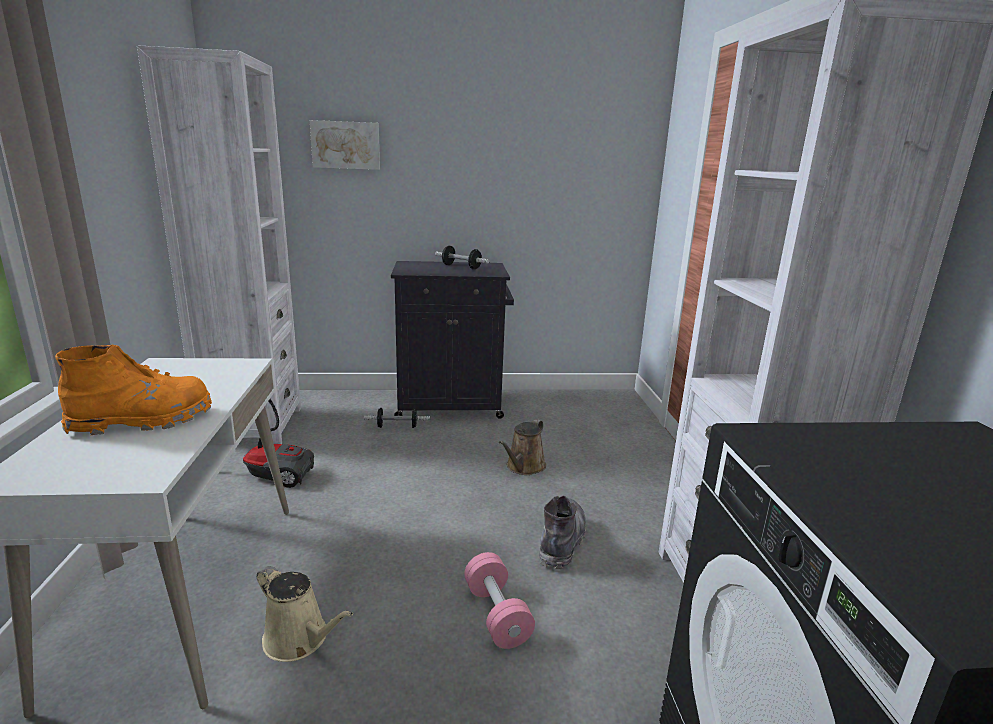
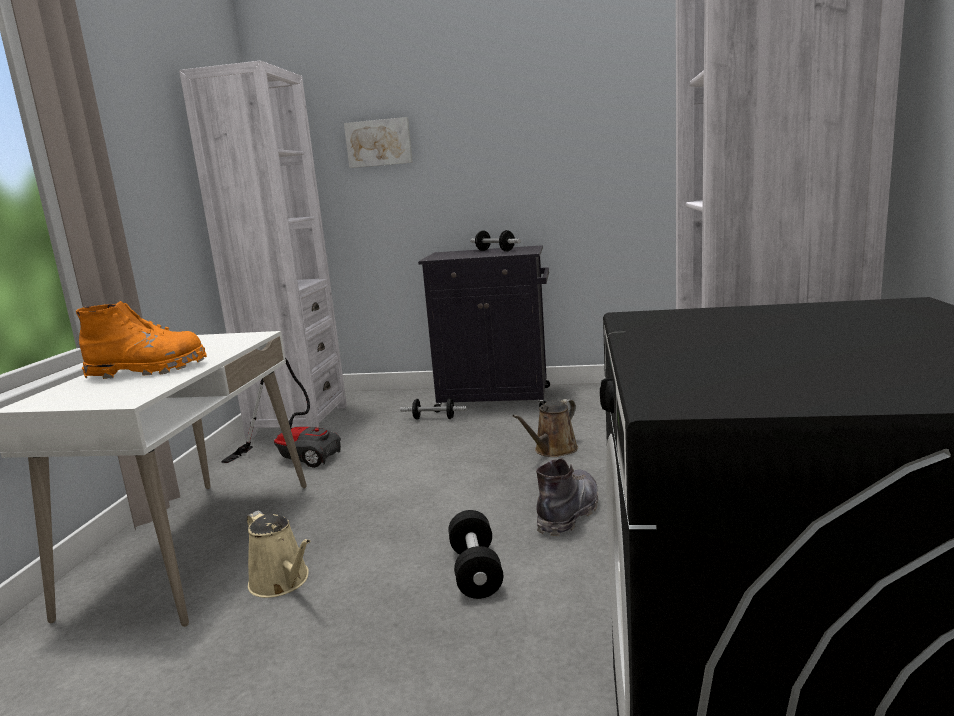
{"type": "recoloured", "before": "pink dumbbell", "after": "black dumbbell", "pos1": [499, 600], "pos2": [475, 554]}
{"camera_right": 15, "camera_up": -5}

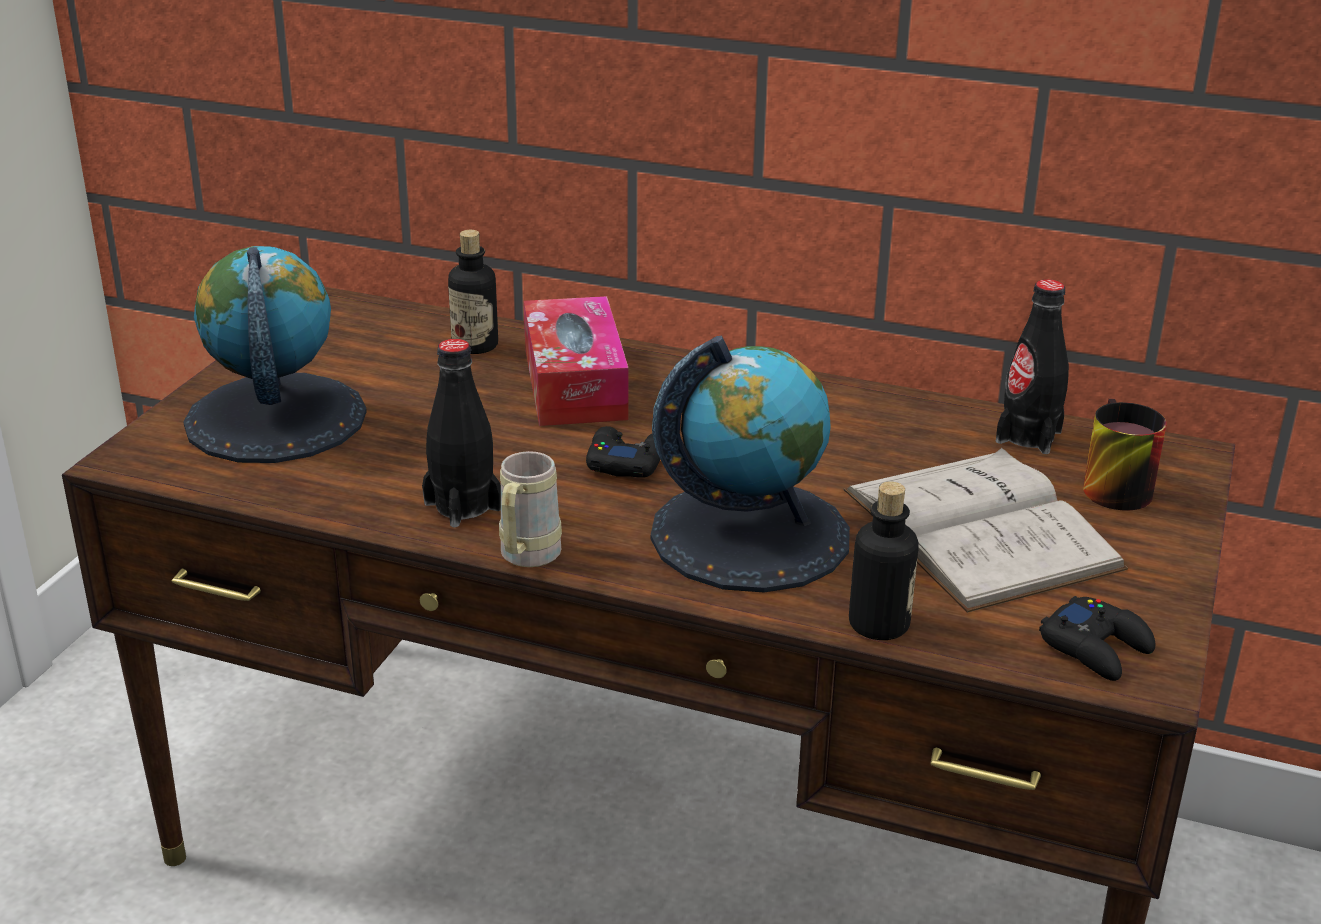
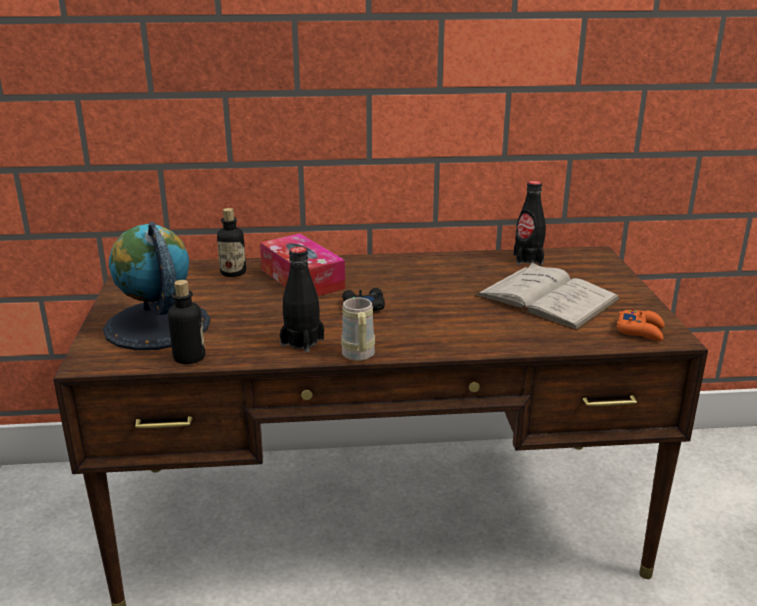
{"type": "removed", "before": "globe", "pos1": [750, 464]}
{"type": "moved", "before": "bottle", "pos1": [884, 561], "pos2": [186, 322]}
{"type": "recoloured", "before": "black game controller", "after": "orange game controller", "pos1": [1097, 638], "pos2": [641, 325]}
{"type": "removed", "before": "mug", "pos1": [1125, 455]}
{"camera_right": -25, "camera_up": -5}

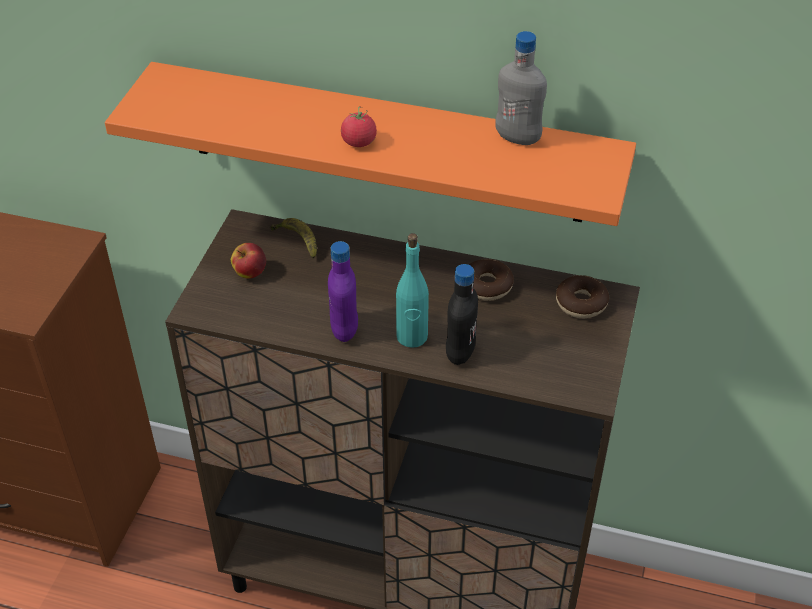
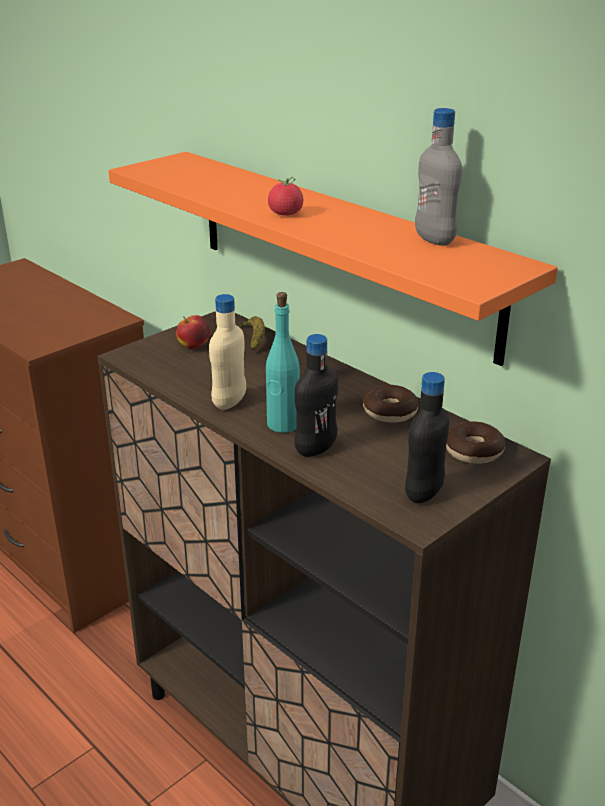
{"type": "recoloured", "before": "purple bottle", "after": "beige bottle", "pos1": [343, 291], "pos2": [227, 352]}
{"type": "added", "after": "black bottle", "pos2": [427, 437]}
{"camera_right": 30, "camera_up": -15}

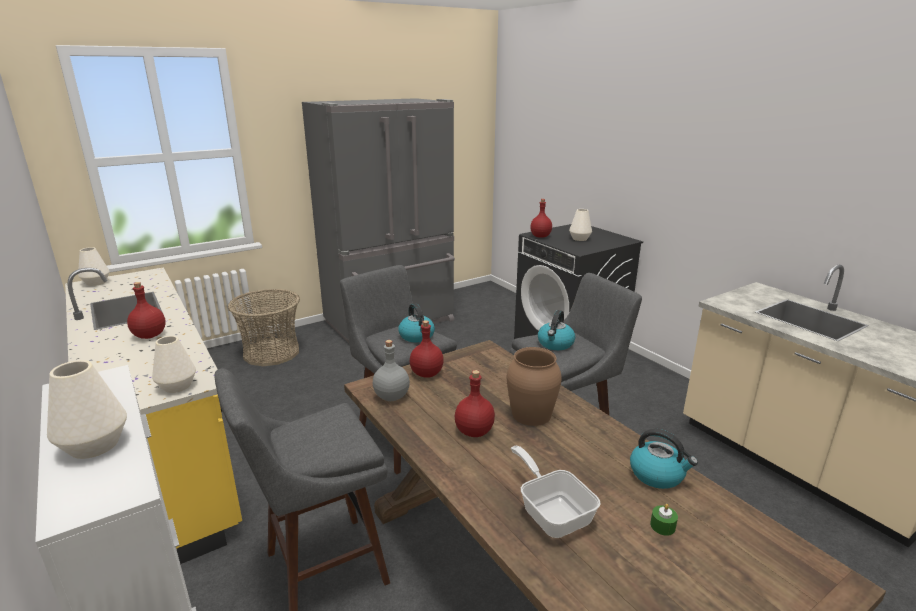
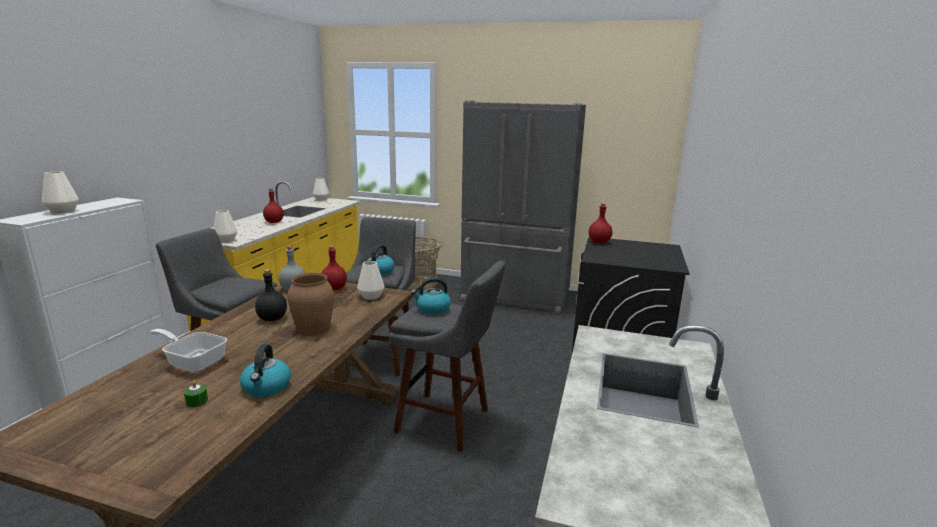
{"type": "recoloured", "before": "red bottle", "after": "black bottle", "pos1": [475, 403], "pos2": [271, 295]}
{"type": "turned", "before": "frying pan", "pos1": [556, 492], "pos2": [188, 350], "turn": -90}
{"type": "moved", "before": "white vase", "pos1": [580, 225], "pos2": [371, 280]}
{"camera_right": 50, "camera_up": -5}

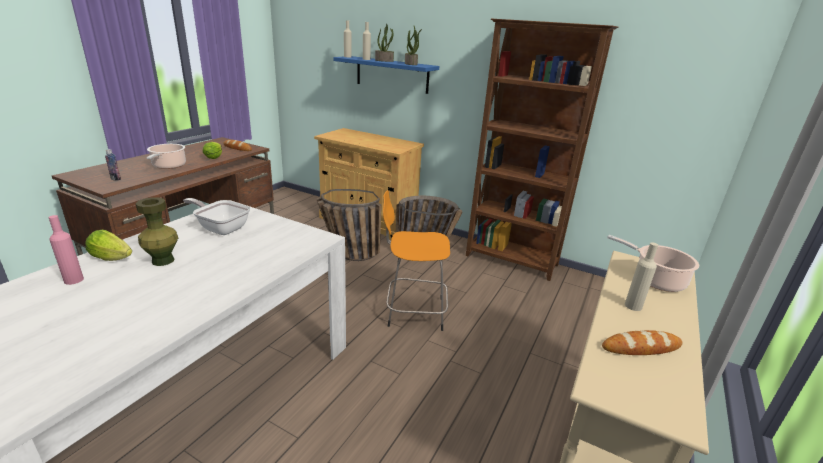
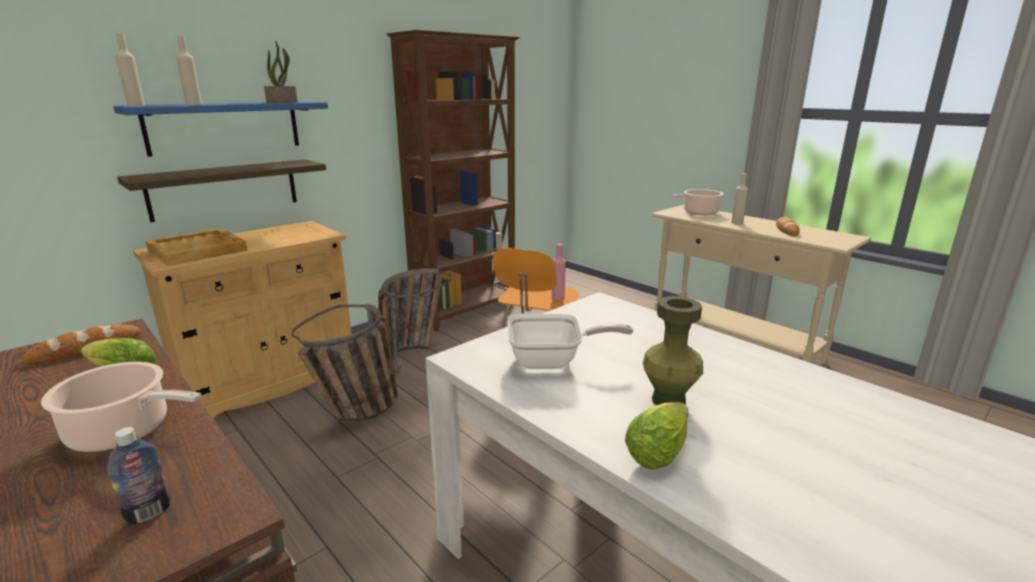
{"type": "moved", "before": "pink bottle", "pos1": [66, 250], "pos2": [559, 272]}
{"type": "turned", "before": "frying pan", "pos1": [216, 216], "pos2": [570, 341], "turn": -135}
{"type": "removed", "before": "potted plant", "pos1": [384, 42]}
{"type": "added", "after": "shelf", "pos2": [221, 190]}
{"type": "added", "after": "beige tray", "pos2": [197, 247]}
{"camera_right": -70, "camera_up": -5}

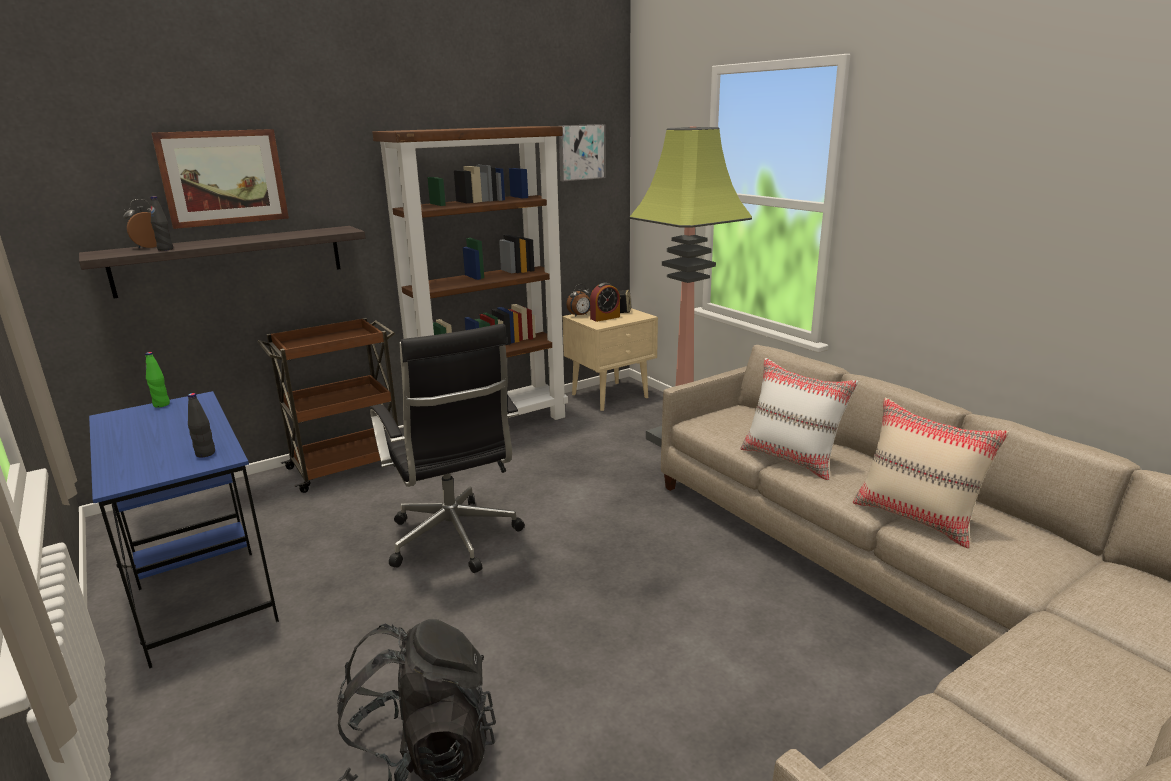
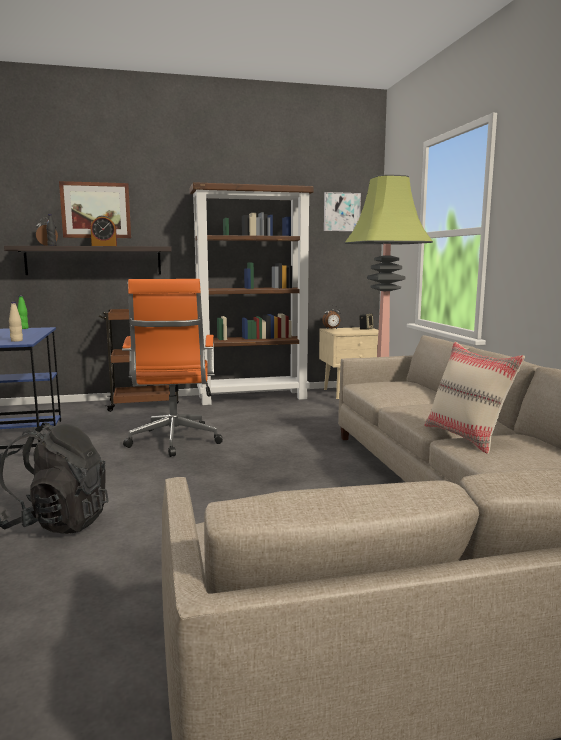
{"type": "recoloured", "before": "black bottle", "after": "beige bottle", "pos1": [201, 425], "pos2": [16, 322]}
{"type": "recoloured", "before": "black office chair", "after": "orange office chair", "pos1": [447, 448], "pos2": [172, 368]}
{"type": "moved", "before": "alarm clock", "pos1": [605, 302], "pos2": [104, 230]}
{"type": "removed", "before": "white pillow", "pos1": [799, 419]}
{"camera_right": 20, "camera_up": -10}

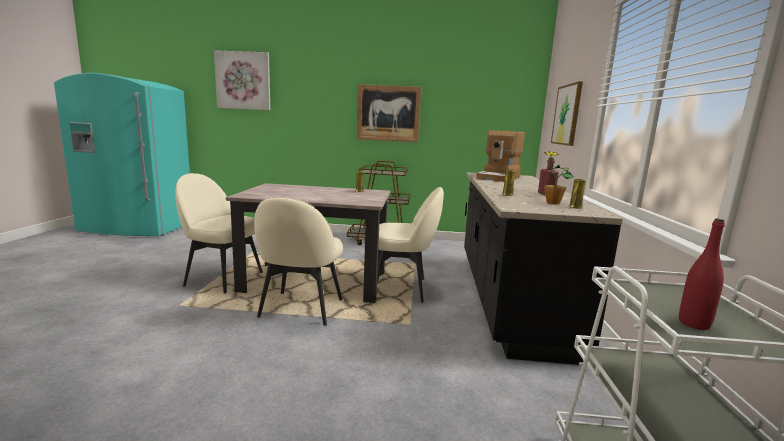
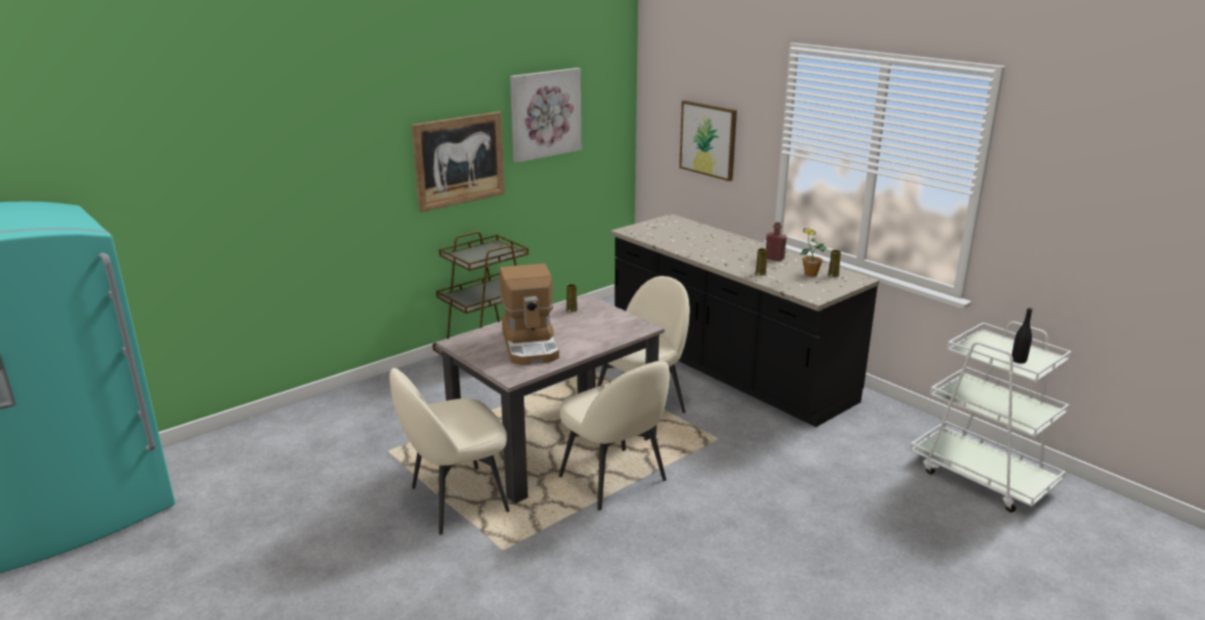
{"type": "moved", "before": "picture", "pos1": [242, 80], "pos2": [545, 115]}
{"type": "moved", "before": "coffee machine", "pos1": [500, 156], "pos2": [529, 314]}
{"type": "recoloured", "before": "red bottle", "after": "black bottle", "pos1": [702, 274], "pos2": [1022, 335]}
{"camera_right": -45, "camera_up": 10}

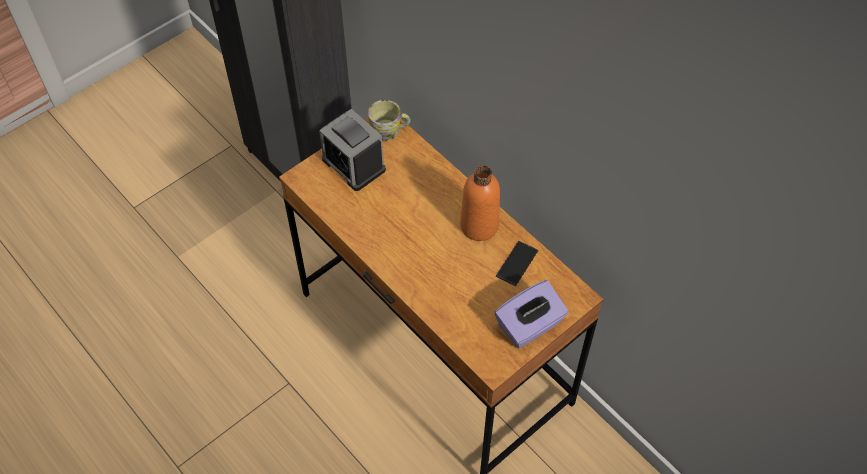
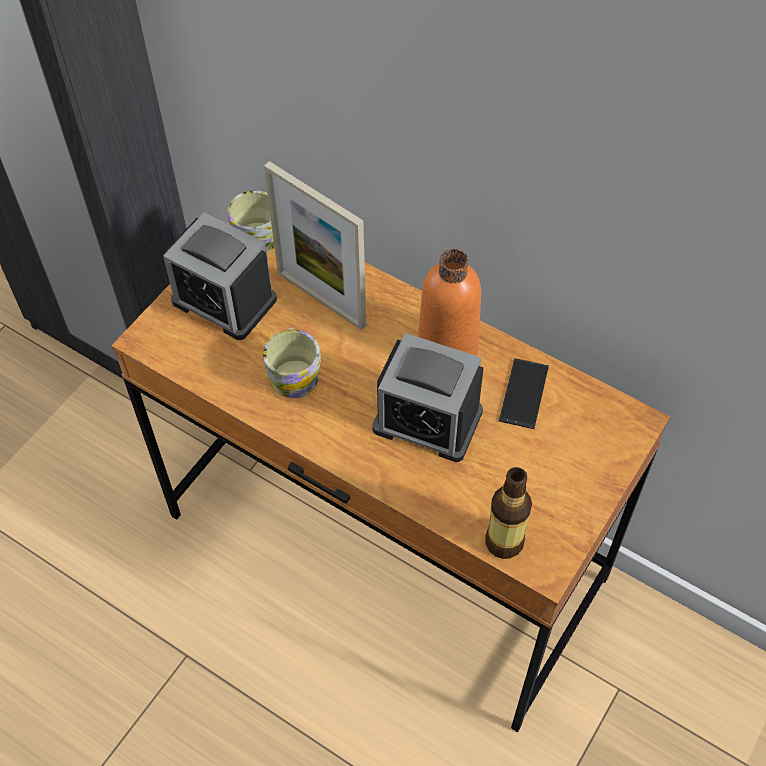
{"type": "removed", "before": "purple tissue box", "pos1": [532, 314]}
{"type": "added", "after": "mug", "pos2": [292, 362]}
{"type": "added", "after": "picture frame", "pos2": [315, 245]}
{"type": "added", "after": "alarm clock", "pos2": [428, 397]}
{"type": "added", "after": "bottle", "pos2": [508, 513]}
{"camera_right": -15, "camera_up": 0}

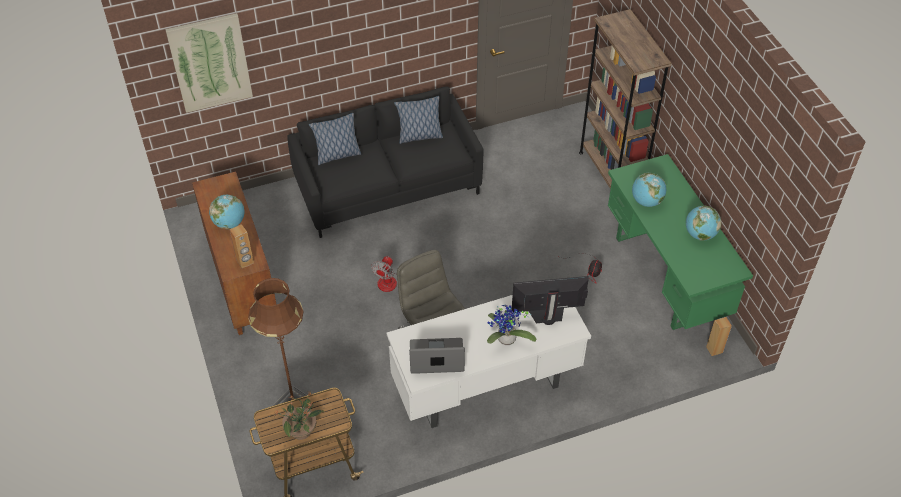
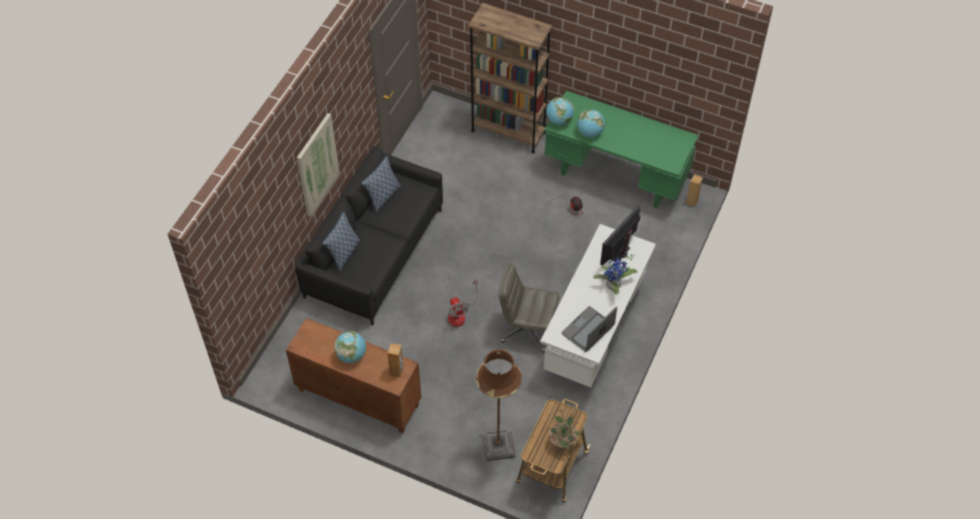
{"type": "moved", "before": "picture", "pos1": [209, 63], "pos2": [318, 165]}
{"type": "moved", "before": "globe", "pos1": [703, 223], "pos2": [560, 111]}
{"camera_right": -45, "camera_up": 5}

